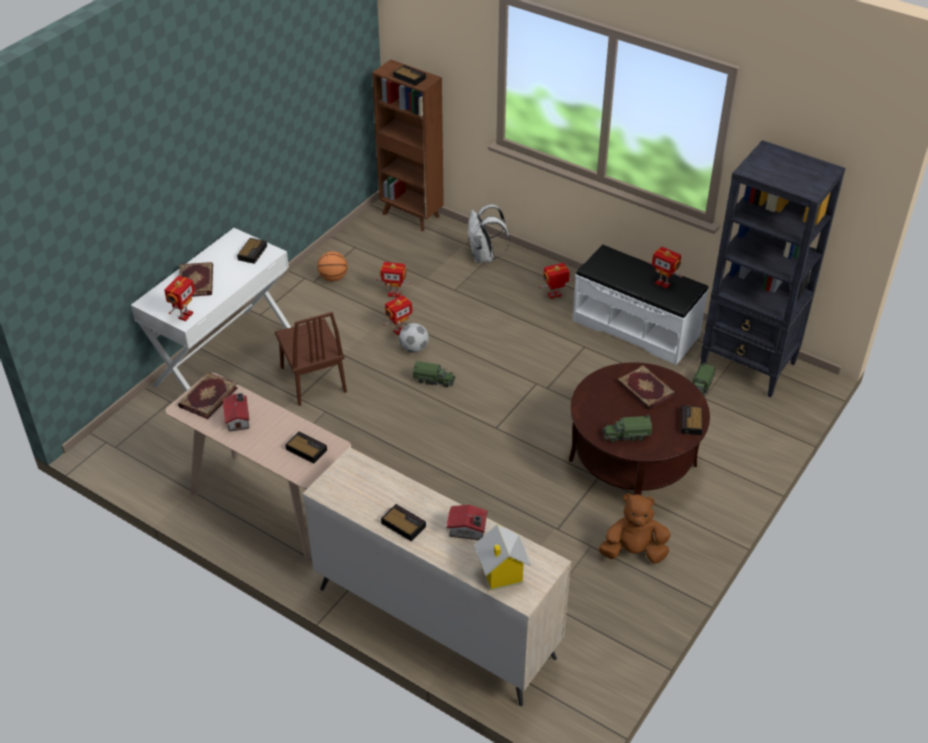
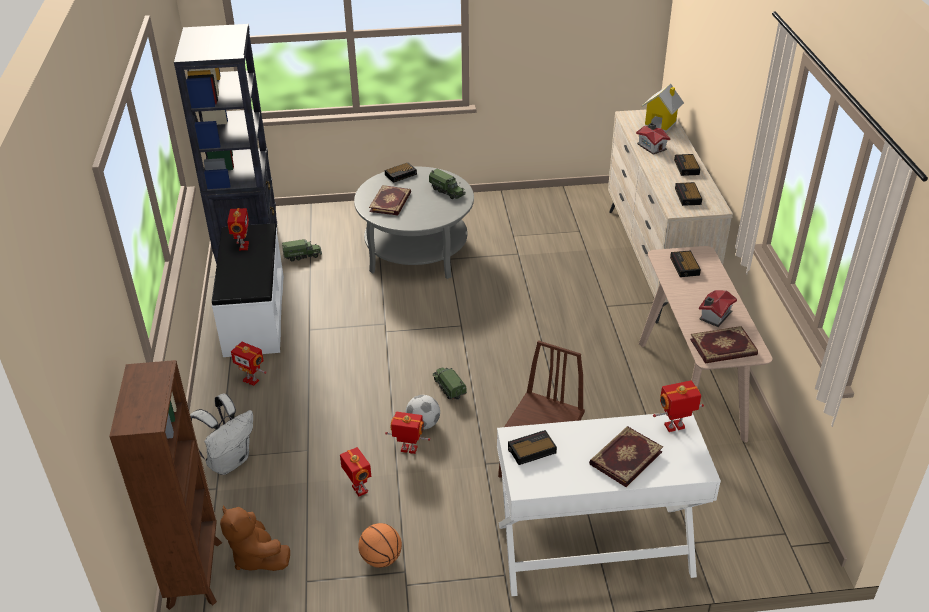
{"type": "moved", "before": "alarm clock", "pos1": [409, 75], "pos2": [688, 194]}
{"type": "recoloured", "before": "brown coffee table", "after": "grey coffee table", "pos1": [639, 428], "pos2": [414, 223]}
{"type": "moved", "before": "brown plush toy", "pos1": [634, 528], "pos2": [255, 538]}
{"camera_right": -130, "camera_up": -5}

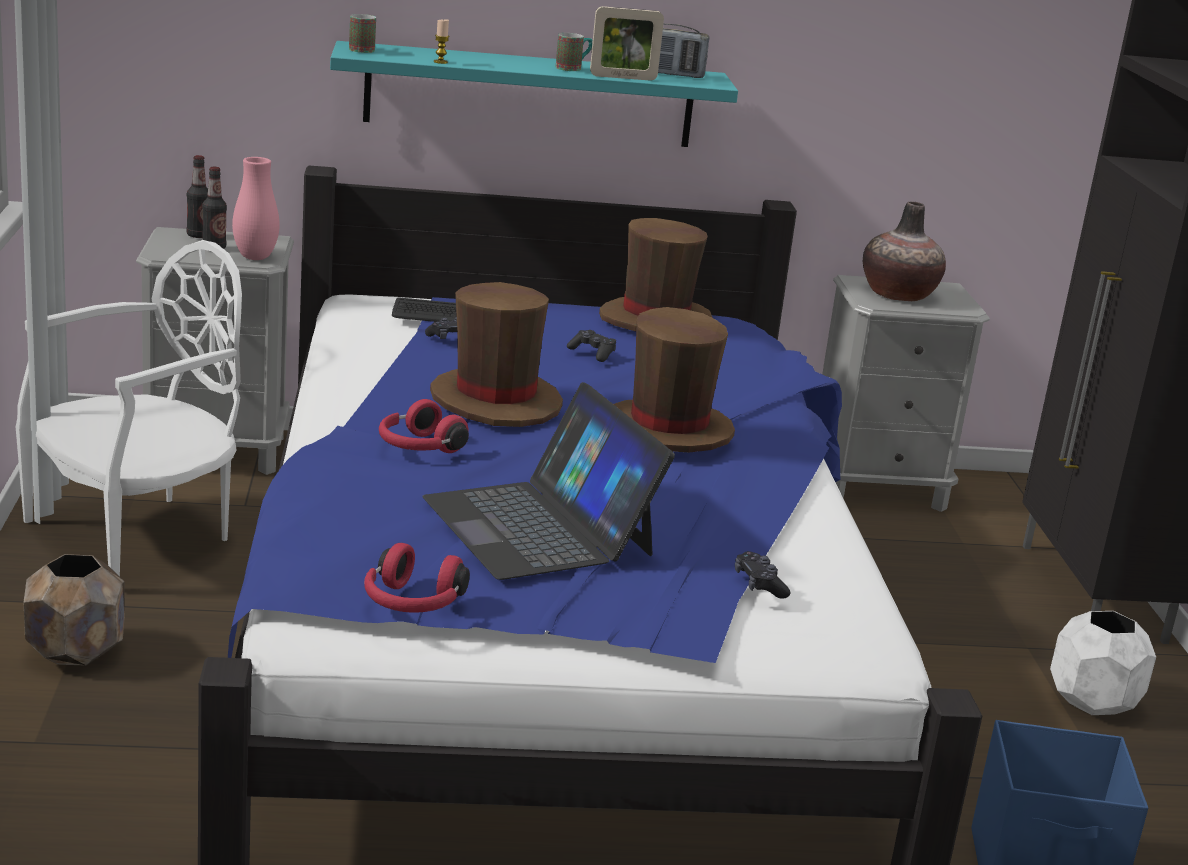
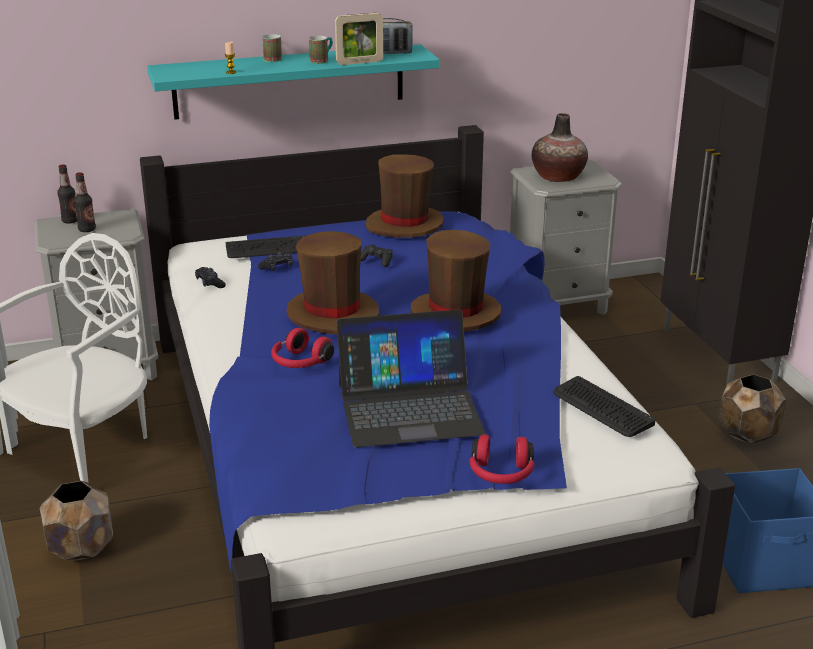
{"type": "removed", "before": "pink vase", "pos1": [256, 208]}
{"type": "moved", "before": "mug", "pos1": [362, 33], "pos2": [272, 48]}
{"type": "moved", "before": "red headphones", "pos1": [417, 578], "pos2": [502, 459]}
{"type": "turned", "before": "laptop", "pos1": [548, 481], "pos2": [411, 379], "turn": -60}
{"type": "moved", "before": "black game controller", "pos1": [762, 575], "pos2": [210, 277]}
{"type": "recoloured", "before": "white planter", "after": "brown planter", "pos1": [1103, 663], "pos2": [752, 409]}
{"type": "added", "after": "keyboard", "pos2": [604, 406]}
{"camera_right": -10, "camera_up": 5}

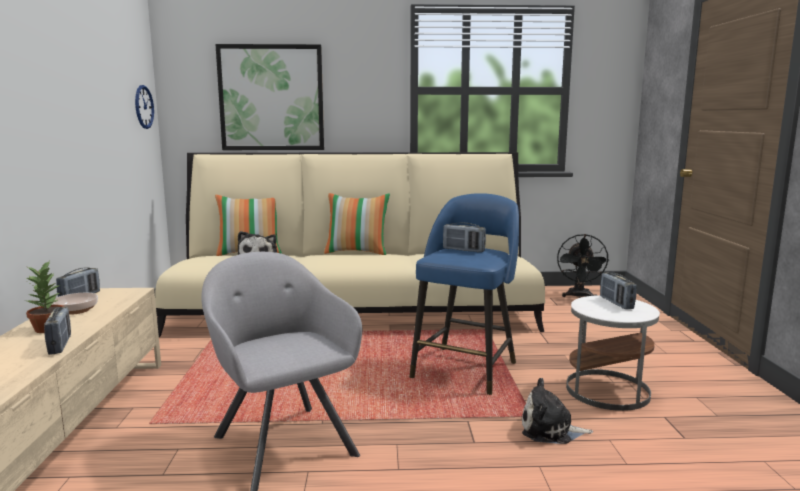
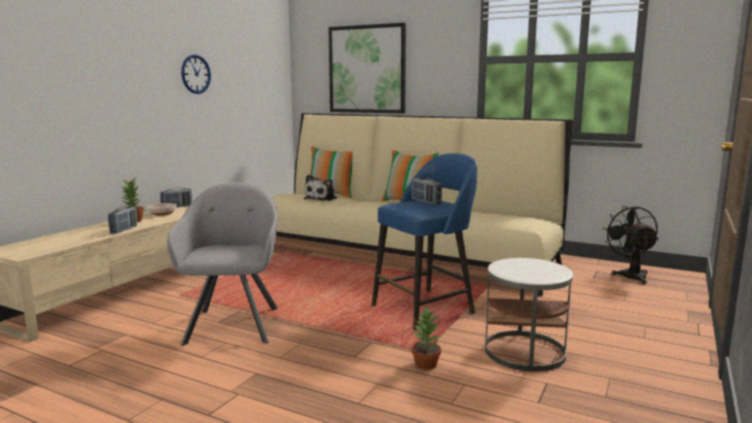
{"type": "moved", "before": "wall clock", "pos1": [144, 107], "pos2": [196, 74]}
{"type": "replaced", "before": "plush toy", "after": "potted plant", "pos1": [557, 411], "pos2": [426, 338]}
{"type": "turned", "before": "black fan", "pos1": [583, 266], "pos2": [630, 245], "turn": 135}
{"type": "removed", "before": "radio", "pos1": [618, 290]}
{"camera_right": 30, "camera_up": 0}

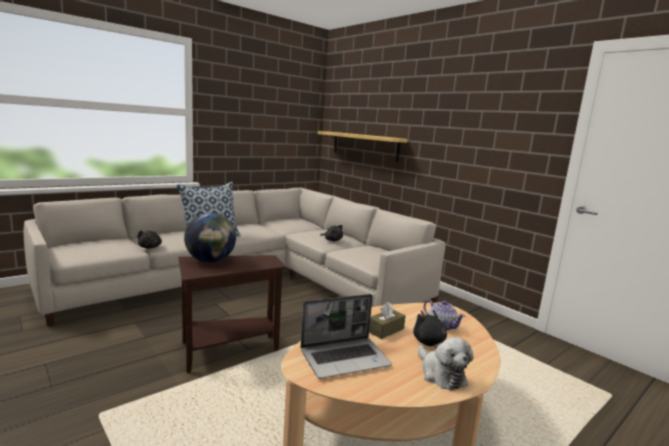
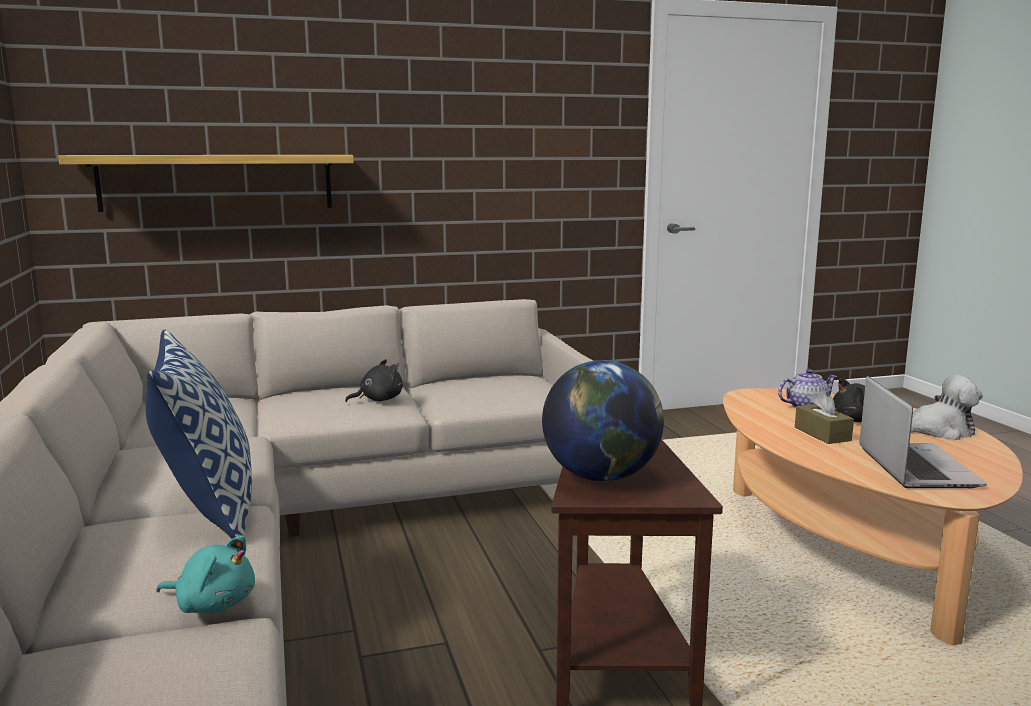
{"type": "recoloured", "before": "black plush toy", "after": "turquoise plush toy", "pos1": [149, 239], "pos2": [205, 574]}
{"camera_right": -65, "camera_up": 0}

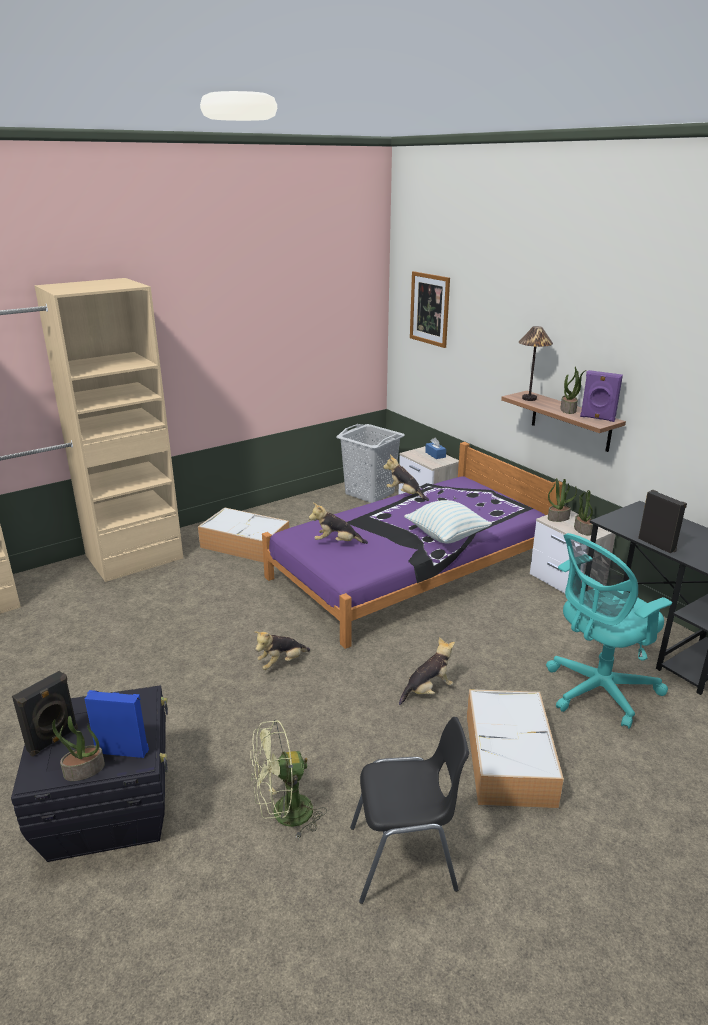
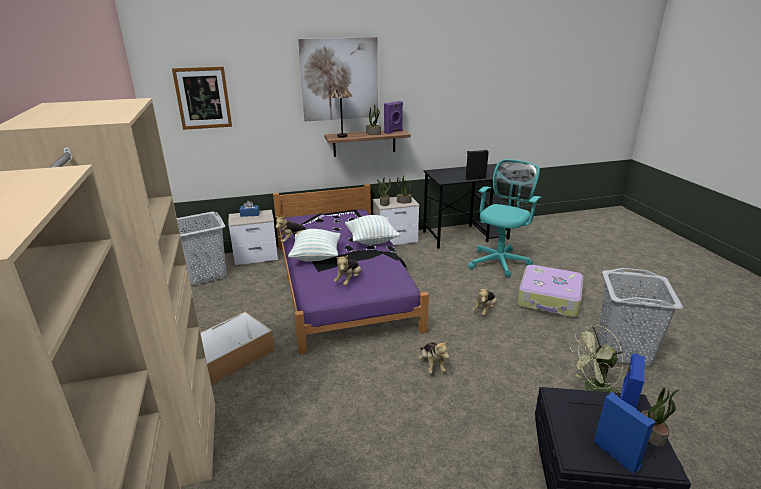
{"type": "recoloured", "before": "black speaker", "after": "blue speaker", "pos1": [45, 714], "pos2": [624, 432]}
{"type": "turned", "before": "green fan", "pos1": [288, 779], "pos2": [596, 359], "turn": 75}
{"type": "replaced", "before": "black chair", "after": "grey laundry basket", "pos1": [409, 810], "pos2": [640, 317]}
{"type": "turned", "before": "plush toy", "pos1": [427, 671], "pos2": [484, 302], "turn": -135}
{"type": "replaced", "before": "storage box", "after": "suitcase", "pos1": [515, 748], "pos2": [550, 291]}
{"type": "turned", "before": "turquoise office chair", "pos1": [609, 631], "pos2": [504, 218], "turn": -135}
{"type": "added", "after": "pillow", "pos2": [314, 245]}
{"type": "added", "after": "picture", "pos2": [338, 79]}
{"camera_right": -70, "camera_up": 0}

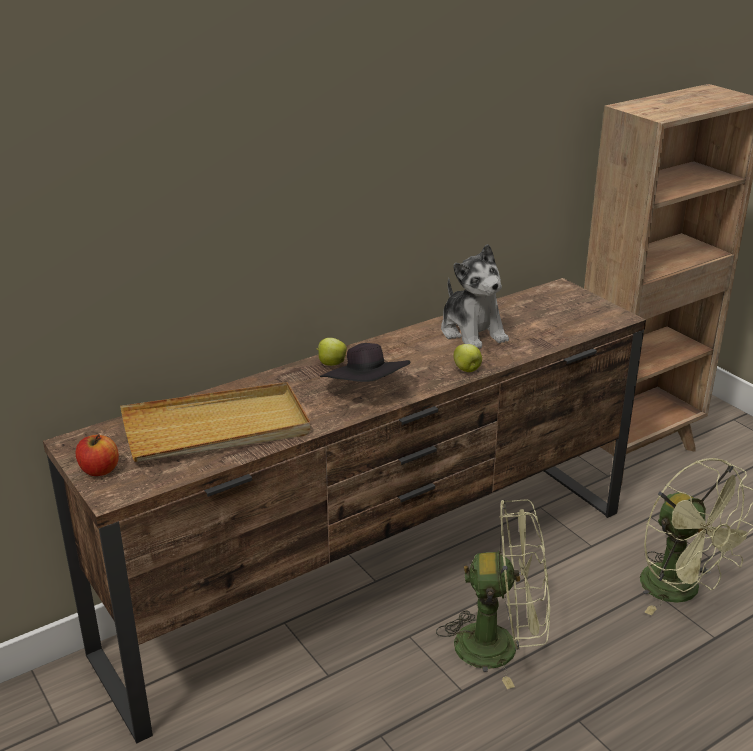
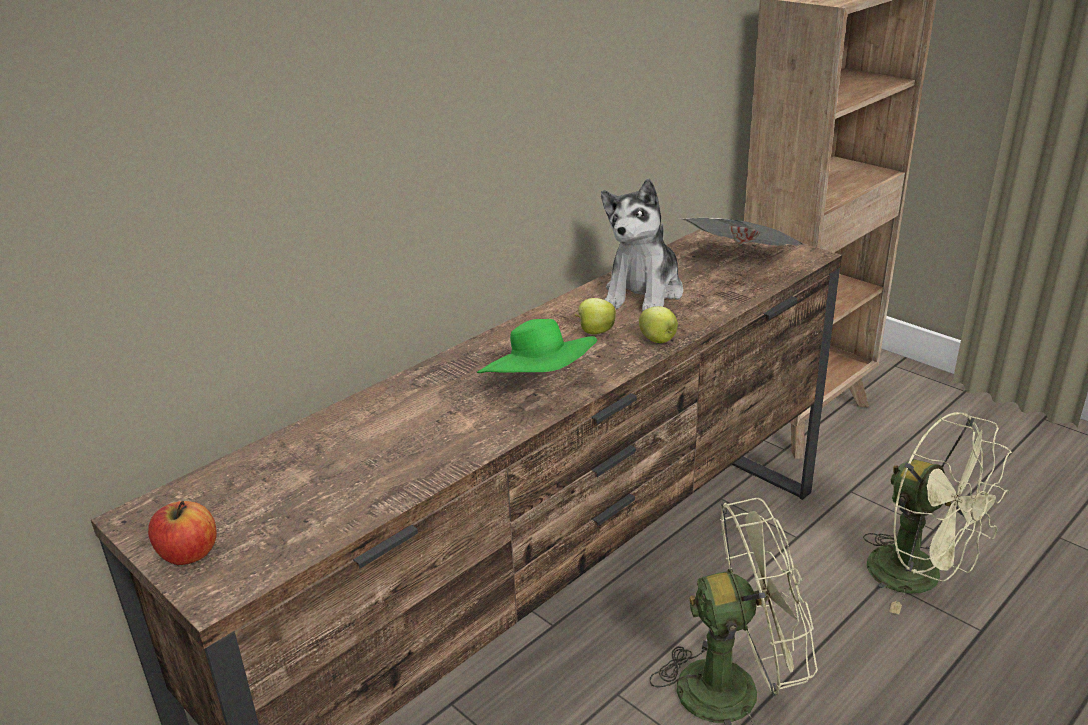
{"type": "removed", "before": "beige tray", "pos1": [215, 422]}
{"type": "moved", "before": "apple", "pos1": [331, 352], "pos2": [595, 316]}
{"type": "recoloured", "before": "black hat", "after": "green hat", "pos1": [365, 362], "pos2": [537, 346]}
{"type": "turned", "before": "plush toy", "pos1": [475, 296], "pos2": [642, 245], "turn": 60}
{"type": "added", "after": "newspaper", "pos2": [741, 232]}
{"camera_right": -10, "camera_up": 0}

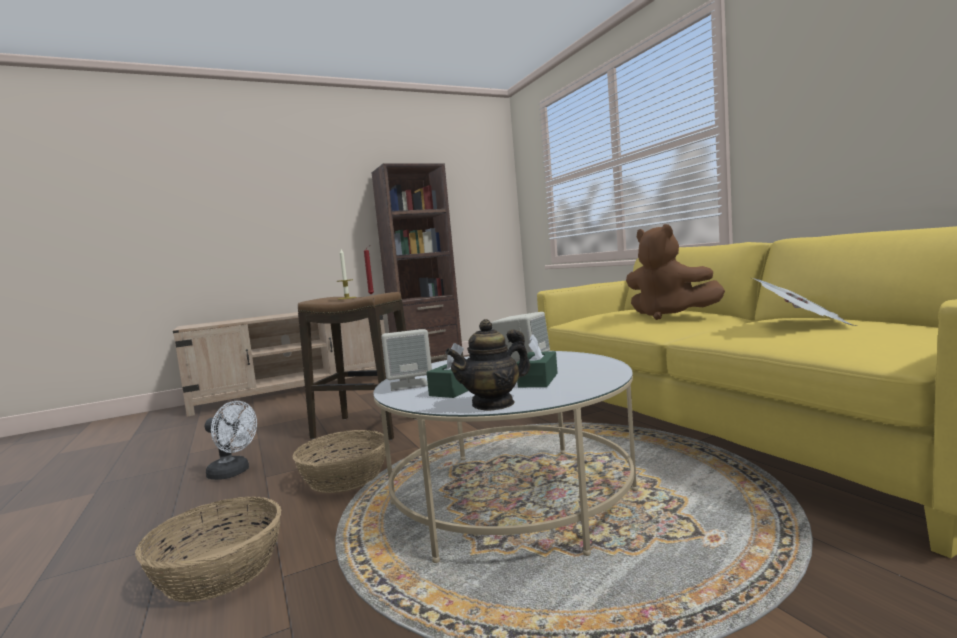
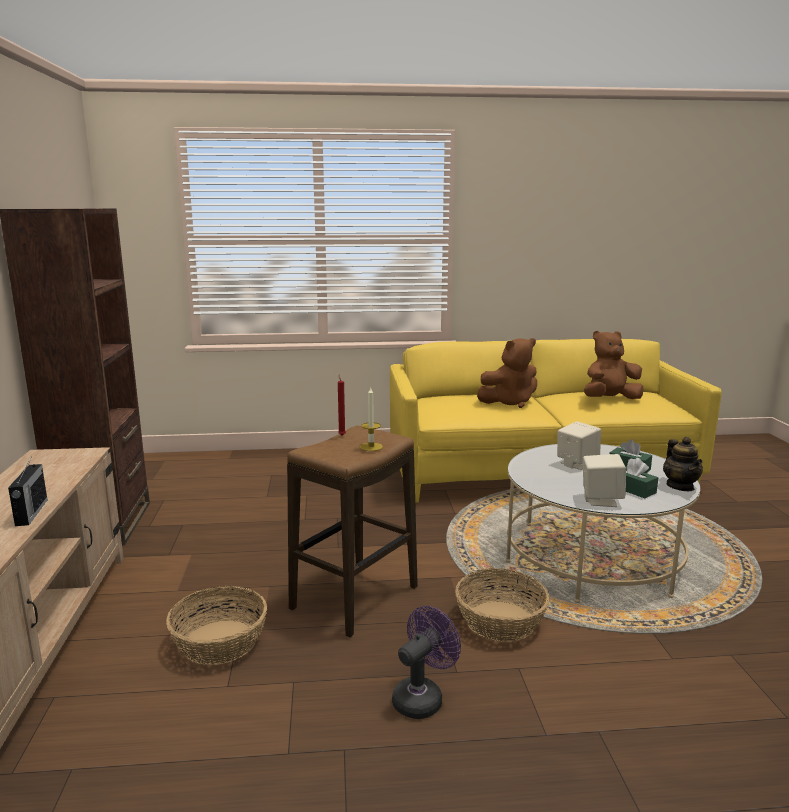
{"type": "moved", "before": "basket", "pos1": [208, 549], "pos2": [216, 625]}
{"type": "recoloured", "before": "white fan", "after": "purple fan", "pos1": [231, 440], "pos2": [426, 662]}
{"type": "replaced", "before": "newspaper", "after": "brown plush toy", "pos1": [804, 302], "pos2": [613, 365]}
{"type": "added", "after": "radio", "pos2": [27, 491]}
{"camera_right": -70, "camera_up": 10}

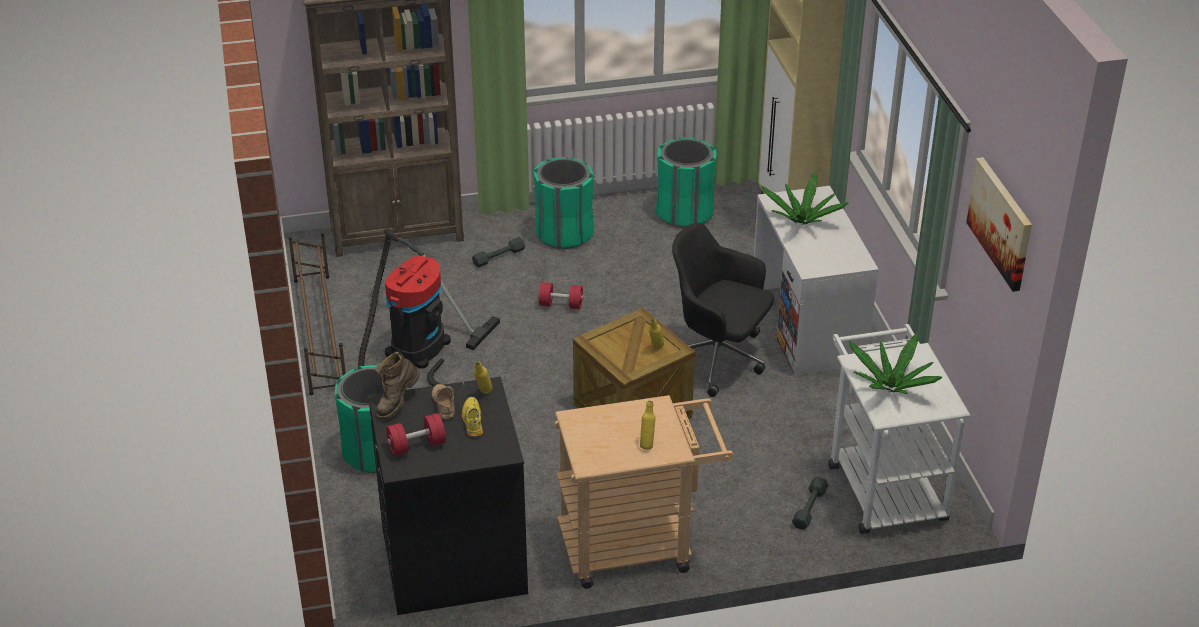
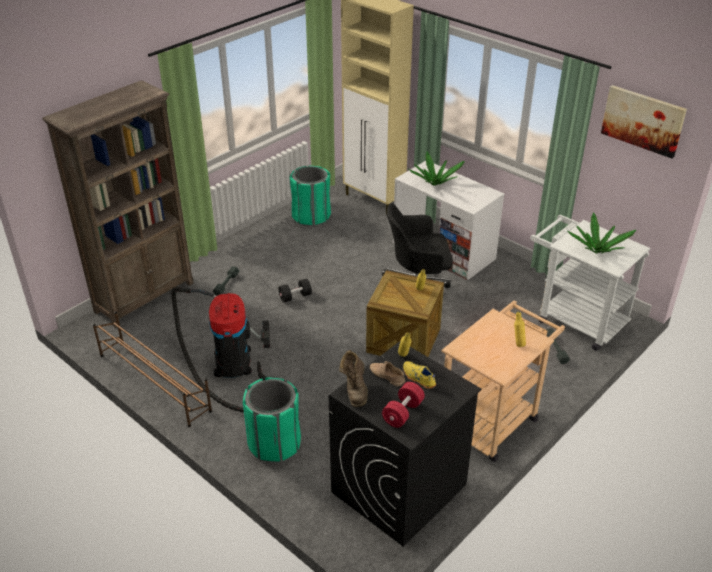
{"type": "removed", "before": "green trash can", "pos1": [563, 203]}
{"type": "recoloured", "before": "red dumbbell", "after": "black dumbbell", "pos1": [561, 295], "pos2": [295, 290]}
{"camera_right": -35, "camera_up": 0}

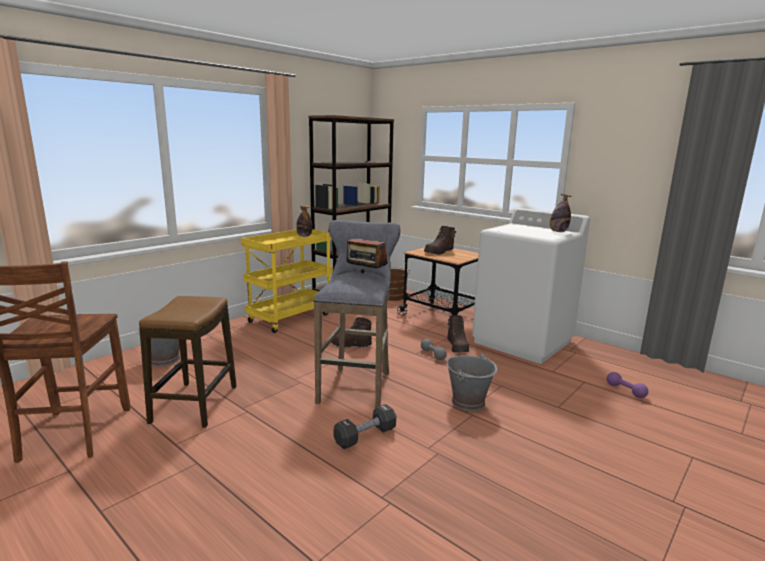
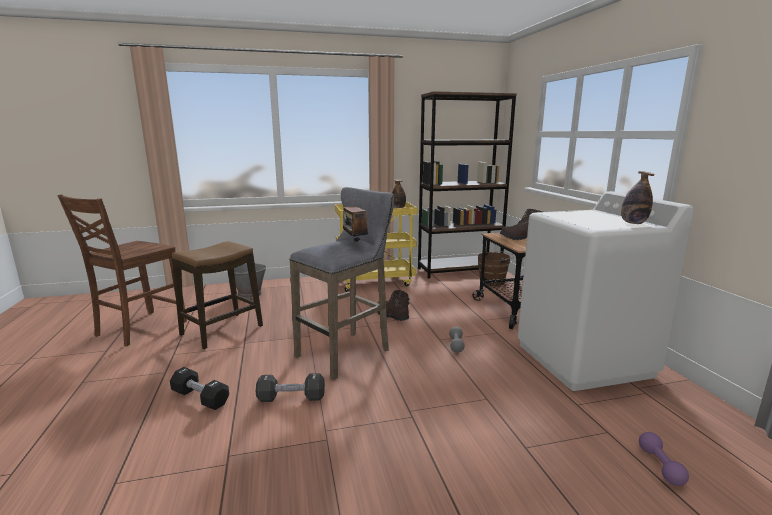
{"type": "removed", "before": "brown boot", "pos1": [458, 334]}
{"type": "removed", "before": "grey bucket", "pos1": [472, 382]}
{"type": "added", "after": "black dumbbell", "pos2": [199, 388]}
{"camera_right": 35, "camera_up": 0}

